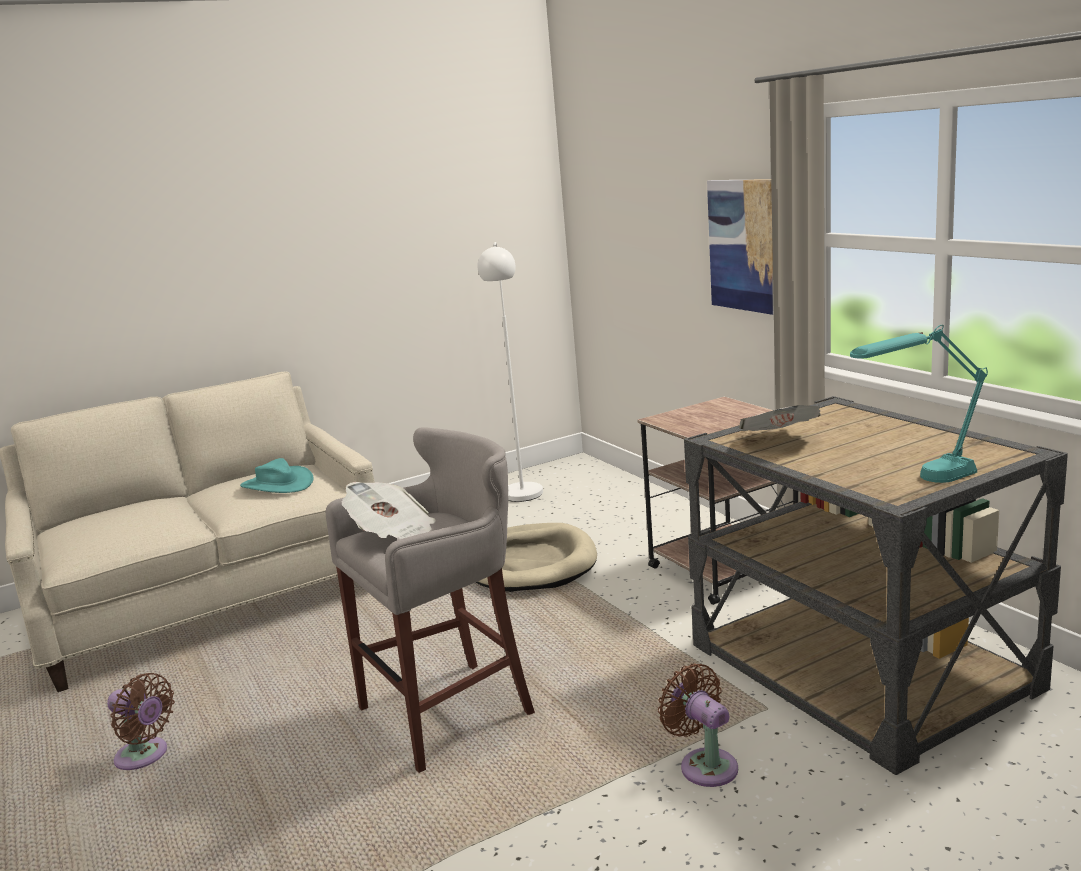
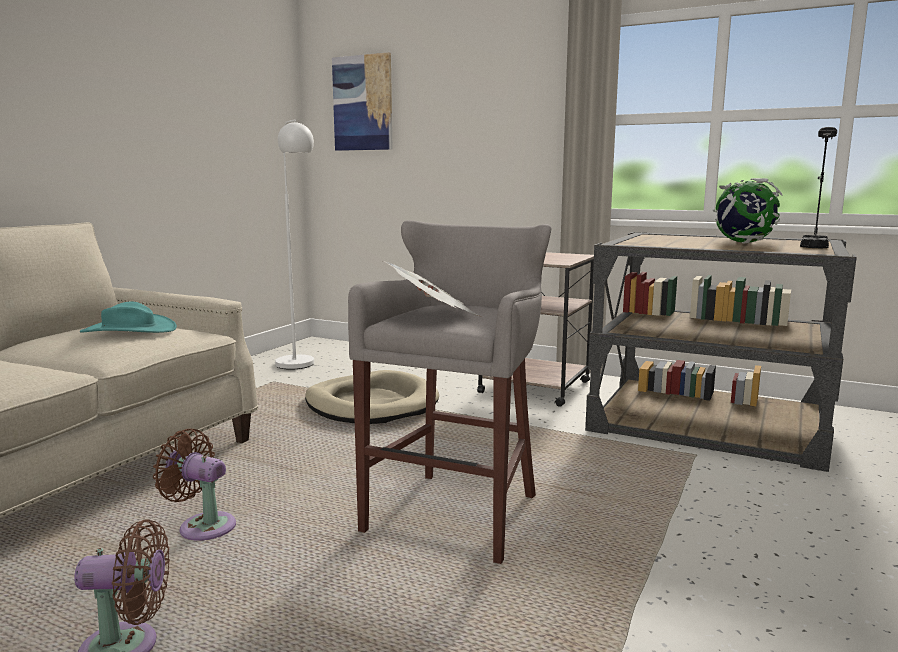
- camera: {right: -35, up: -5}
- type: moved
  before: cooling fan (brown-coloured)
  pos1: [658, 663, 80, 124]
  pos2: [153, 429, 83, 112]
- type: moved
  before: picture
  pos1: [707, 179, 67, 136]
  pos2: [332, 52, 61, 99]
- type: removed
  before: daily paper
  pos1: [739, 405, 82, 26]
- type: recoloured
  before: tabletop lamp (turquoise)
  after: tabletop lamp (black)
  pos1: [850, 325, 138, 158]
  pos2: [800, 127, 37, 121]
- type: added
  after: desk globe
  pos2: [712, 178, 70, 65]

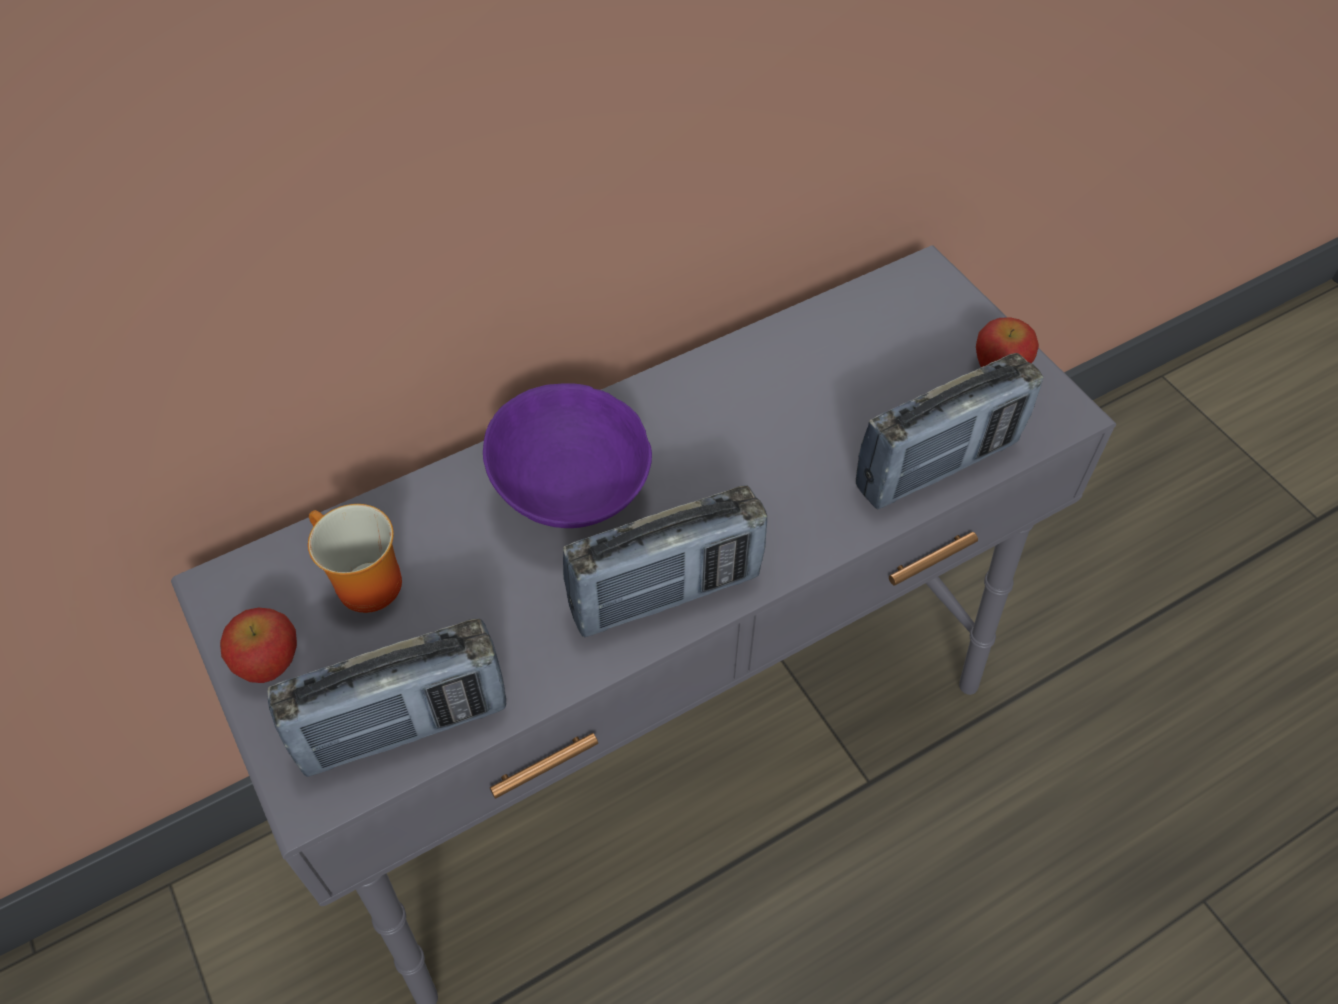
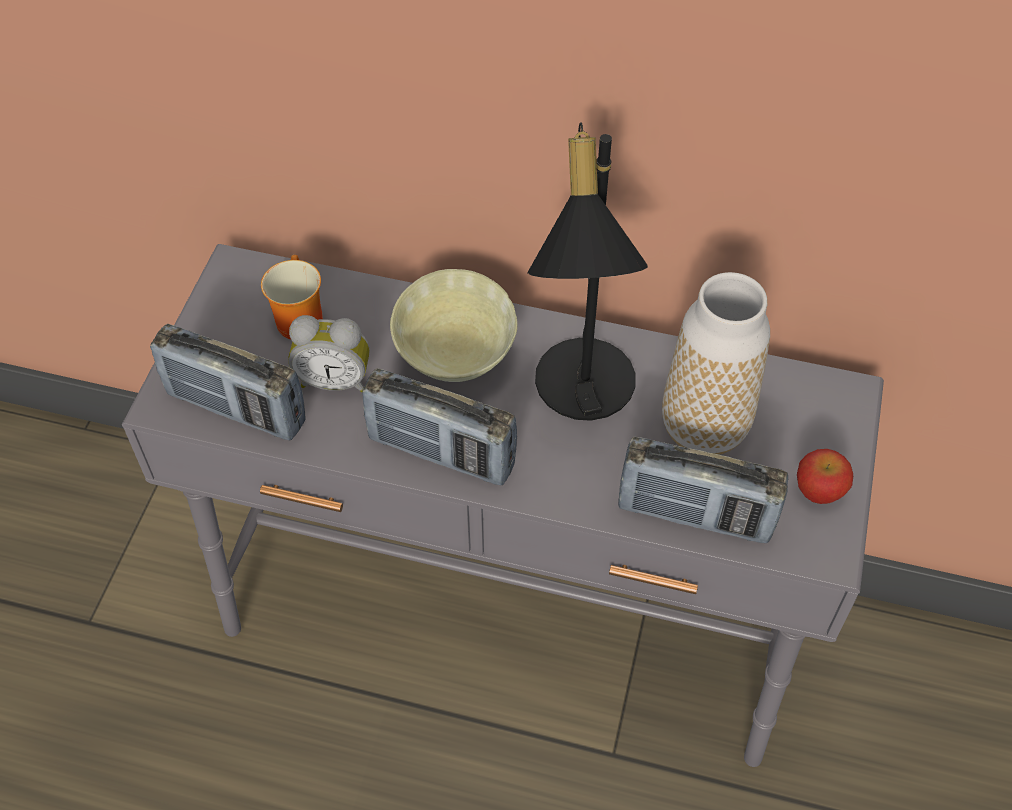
- camera: {right: 45, up: 0}
- type: removed
  before: apple
  pos1: [220, 608, 77, 75]
- type: recoloured
  before: serving bowl (purple)
  after: serving bowl (beige)
  pos1: [483, 383, 169, 145]
  pos2: [390, 269, 127, 113]
- type: added
  after: table clock
  pos2: [289, 315, 80, 77]
- type: added
  after: tabletop lamp (black)
  pos2: [528, 122, 120, 299]
- type: added
  after: flower vase
  pos2: [662, 272, 108, 183]

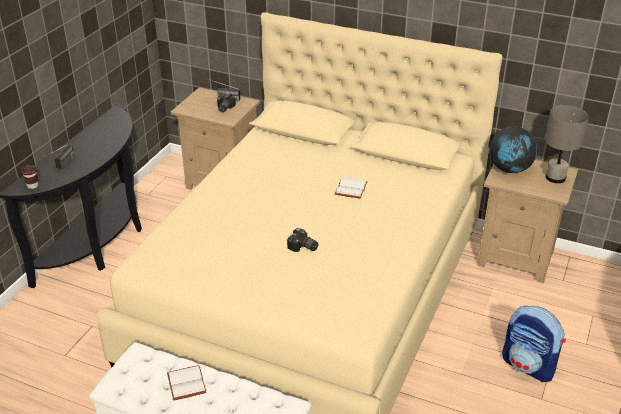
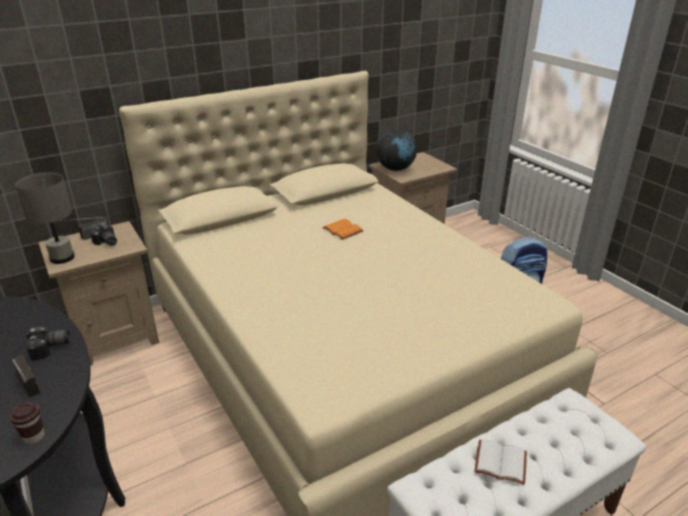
- camera: {right: -55, up: -5}
- type: moved
  before: photo camera
  pos1: [287, 228, 32, 24]
  pos2: [26, 327, 45, 33]
- type: recoloured
  before: volume (white-coloured)
  after: volume (orange)
  pos1: [335, 177, 33, 22]
  pos2: [322, 219, 42, 21]
- type: moved
  before: tabletop lamp (gray)
  pos1: [545, 105, 44, 78]
  pos2: [15, 172, 60, 92]

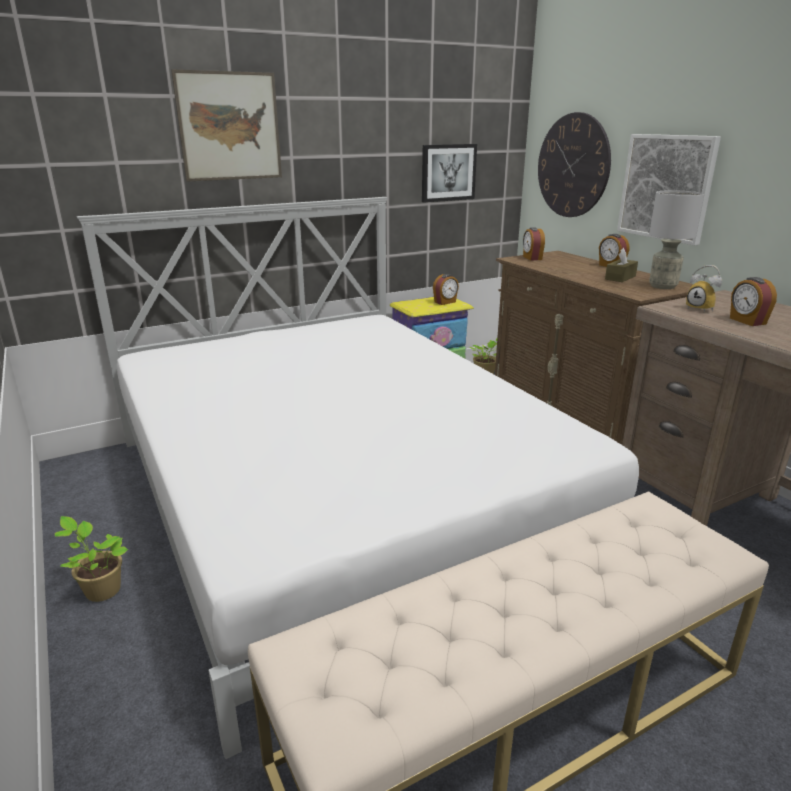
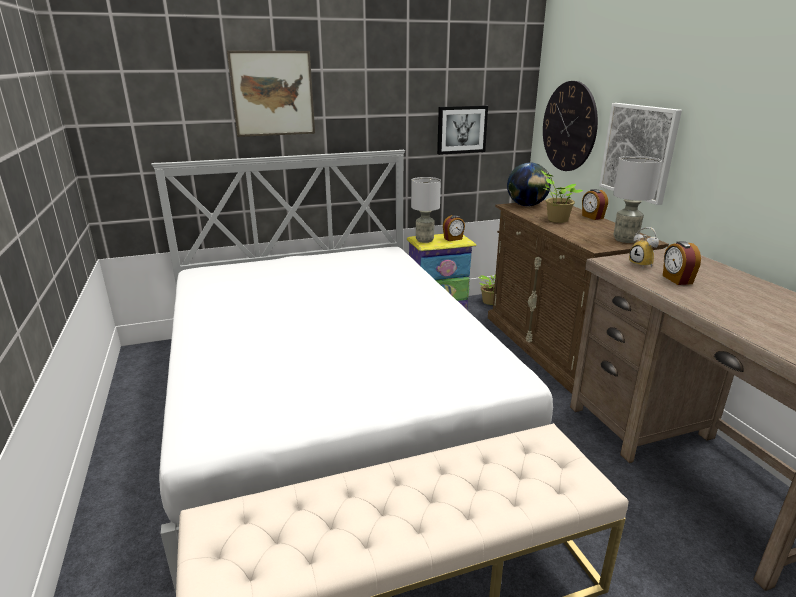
- camera: {right: 10, up: 0}
- type: moved
  before: potted plant
  pos1: [55, 516, 73, 86]
  pos2: [541, 171, 42, 52]
- type: replaced
  before: table clock
  after: desk globe
  pos1: [523, 227, 22, 34]
  pos2: [507, 162, 44, 45]
- type: removed
  before: tissue box (brown-coloured)
  pos1: [605, 248, 33, 34]
- type: added
  after: tabletop lamp (gray)
  pos2: [411, 177, 30, 66]

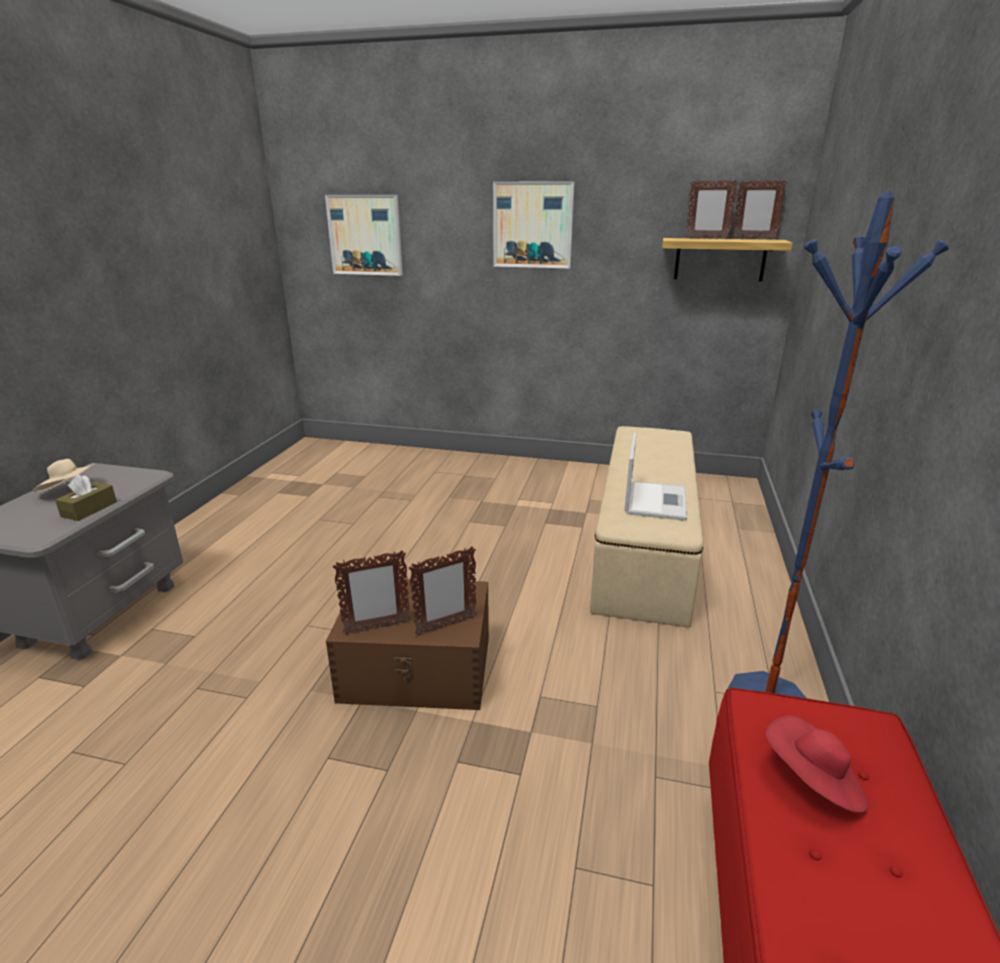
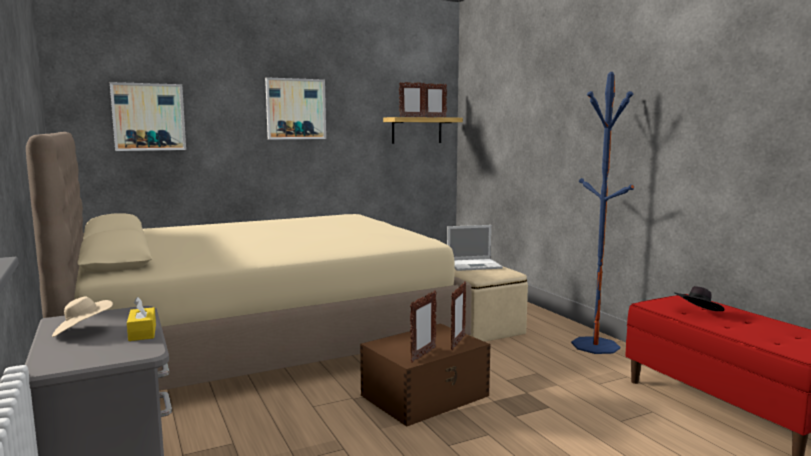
- camera: {right: -40, up: -15}
- type: recoloured
  before: tissue box (brown-coloured)
  after: tissue box (yellow)
  pos1: [55, 474, 62, 47]
  pos2: [127, 297, 29, 44]
- type: turned
  before: laptop
  pos1: [624, 433, 63, 88]
  pos2: [447, 225, 56, 46]
  turn: 105
- type: recoloured
  before: wearable hat (red)
  after: wearable hat (black)
  pos1: [765, 716, 104, 97]
  pos2: [674, 286, 51, 25]
- type: added
  after: bedroom bed (beige)
  pos2: [26, 132, 445, 259]

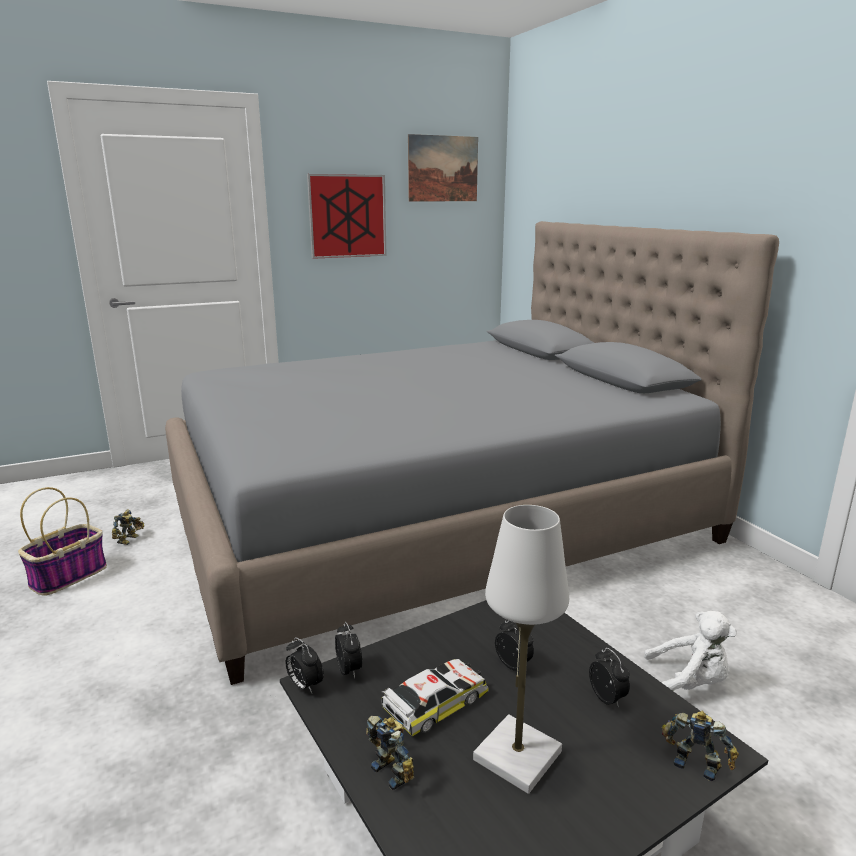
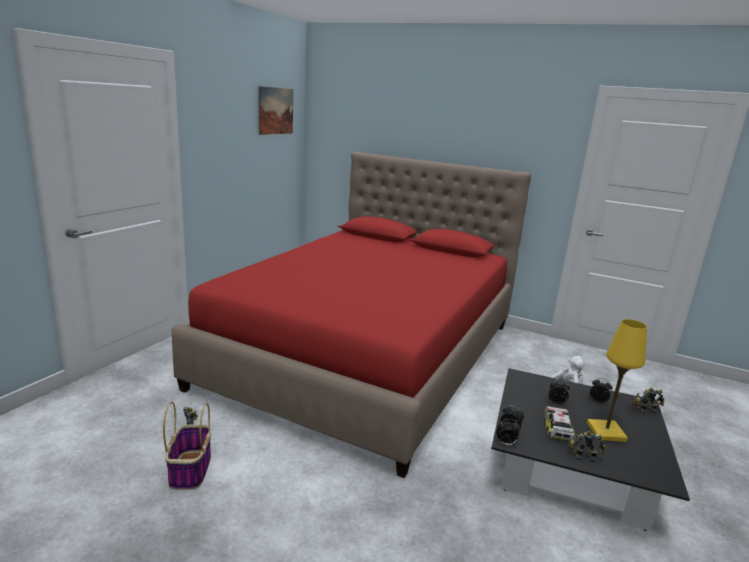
- camera: {right: -40, up: 0}
- type: recoloured
  before: bedroom bed (gray)
  after: bedroom bed (red)
  pos1: [165, 221, 614, 464]
  pos2: [172, 152, 359, 326]
- type: removed
  before: picture
  pos1: [307, 174, 80, 85]
- type: recoloured
  before: tabletop lamp (white-coloured)
  after: tabletop lamp (yellow)
  pos1: [473, 505, 96, 289]
  pos2: [587, 319, 60, 123]

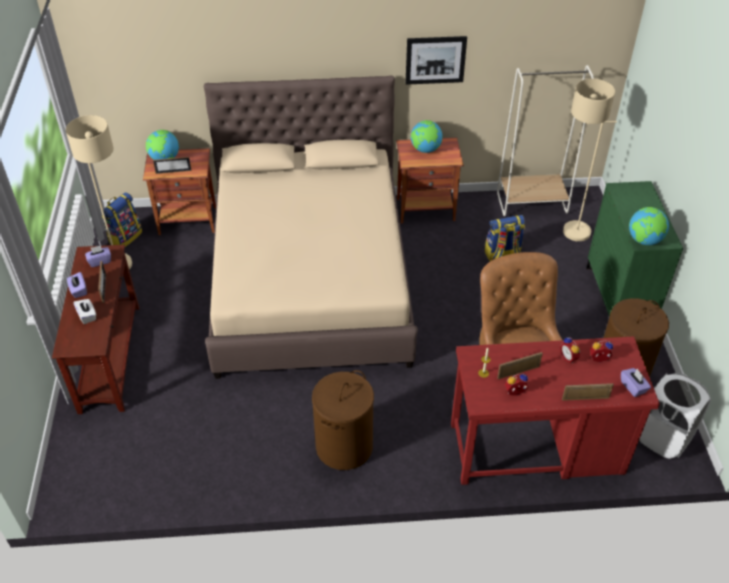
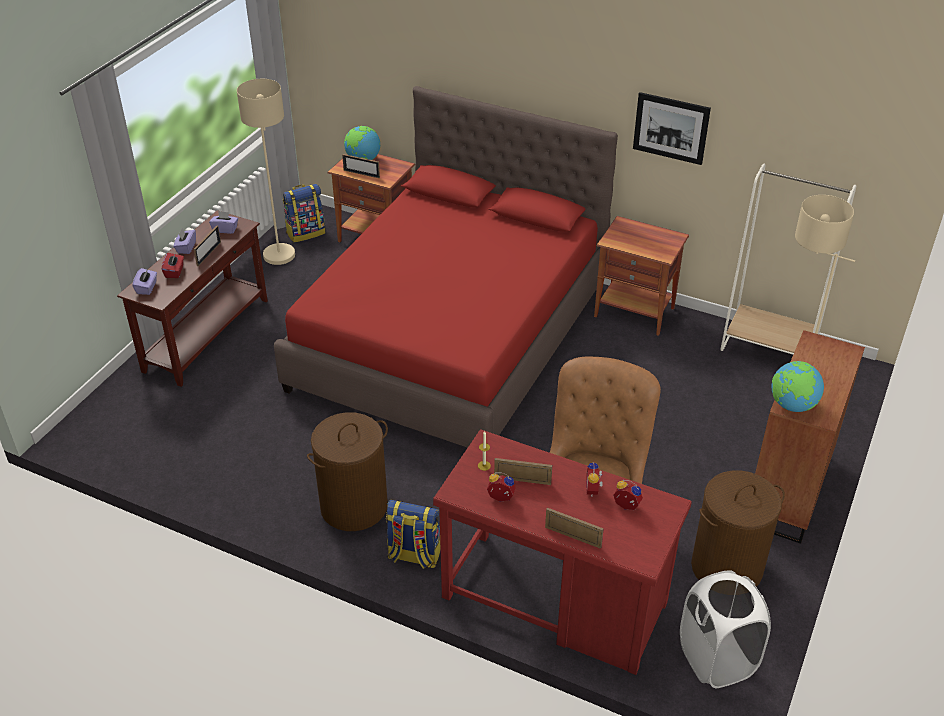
- camera: {right: 30, up: -5}
- type: recoloured
  before: tissue box (white-coloured)
  after: tissue box (red)
  pos1: [73, 299, 23, 25]
  pos2: [162, 252, 22, 26]
- type: recoloured
  before: bedroom bed (beige)
  after: bedroom bed (red)
  pos1: [204, 75, 214, 304]
  pos2: [274, 86, 344, 362]
- type: removed
  before: desk globe
  pos1: [411, 120, 32, 33]
- type: moved
  before: rucksack
  pos1: [485, 215, 40, 46]
  pos2: [386, 500, 55, 69]
- type: recoloured
  before: dresser (green-coloured)
  after: dresser (brown-coloured)
  pos1: [586, 181, 97, 136]
  pos2: [755, 330, 110, 214]
- type: moved
  before: tissue box (purple)
  pos1: [621, 368, 30, 29]
  pos2: [132, 268, 25, 27]

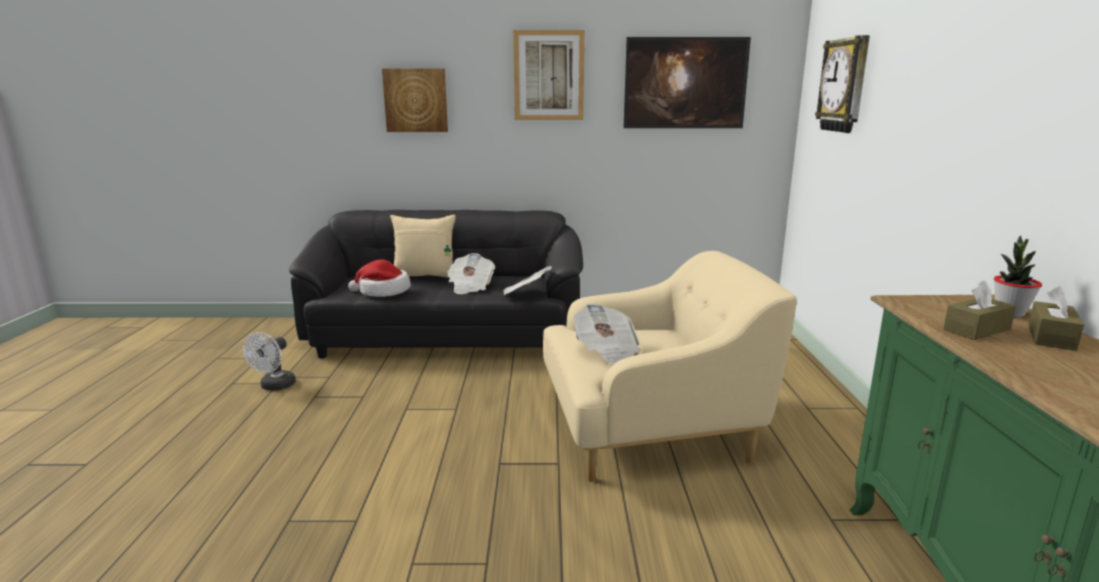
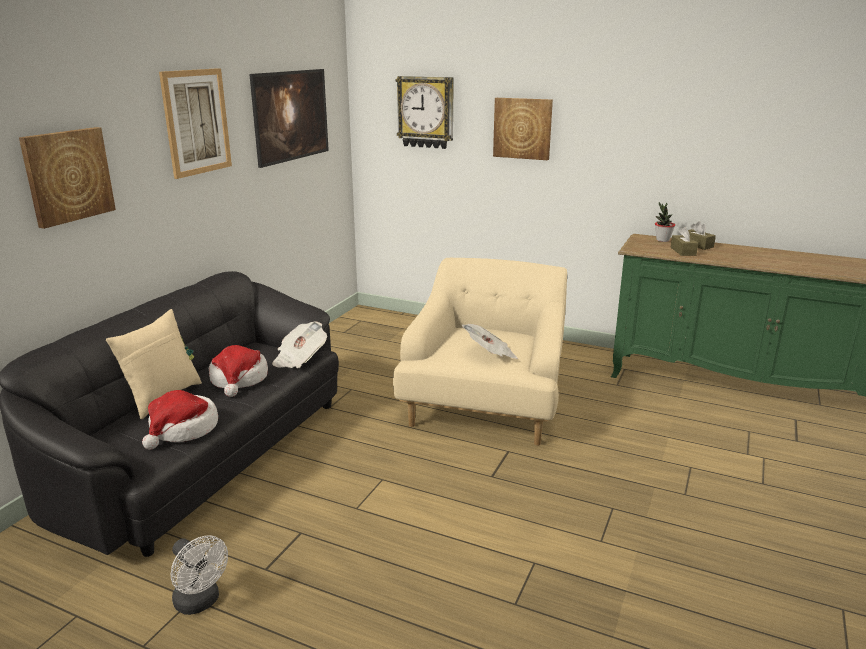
- camera: {right: -65, up: 5}
- type: replaced
  before: daily paper
  after: wearable hat
  pos1: [447, 253, 48, 41]
  pos2: [209, 345, 59, 52]
- type: added
  after: picture
  pos2: [493, 98, 60, 62]

